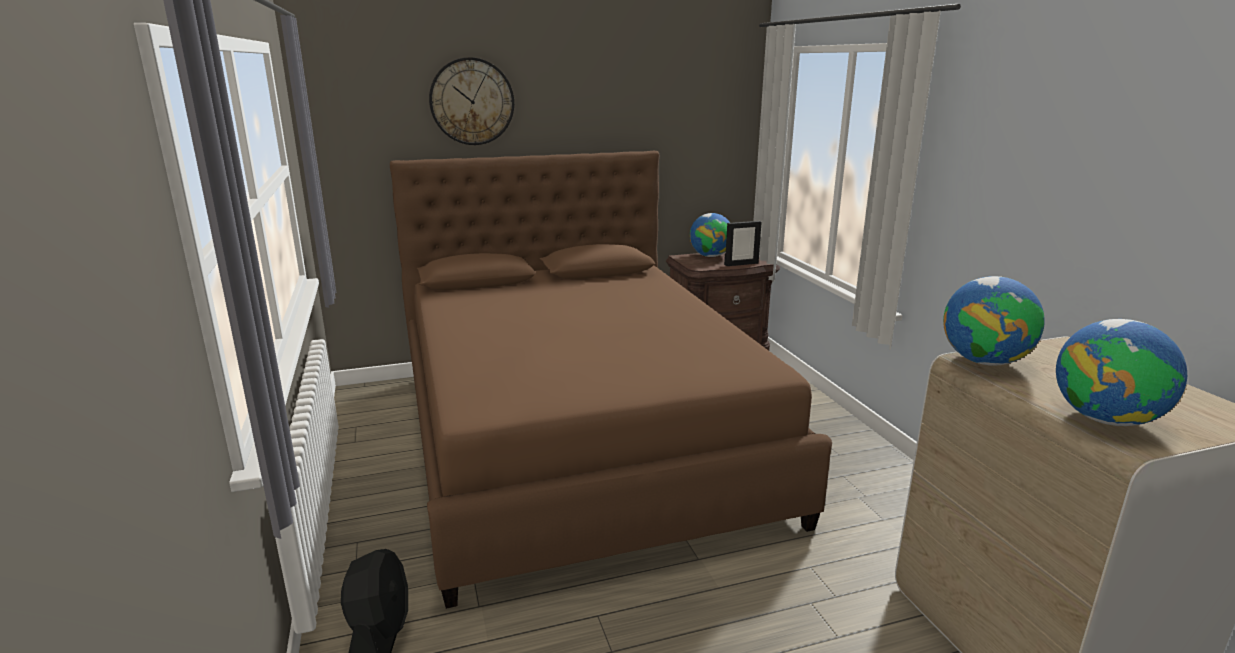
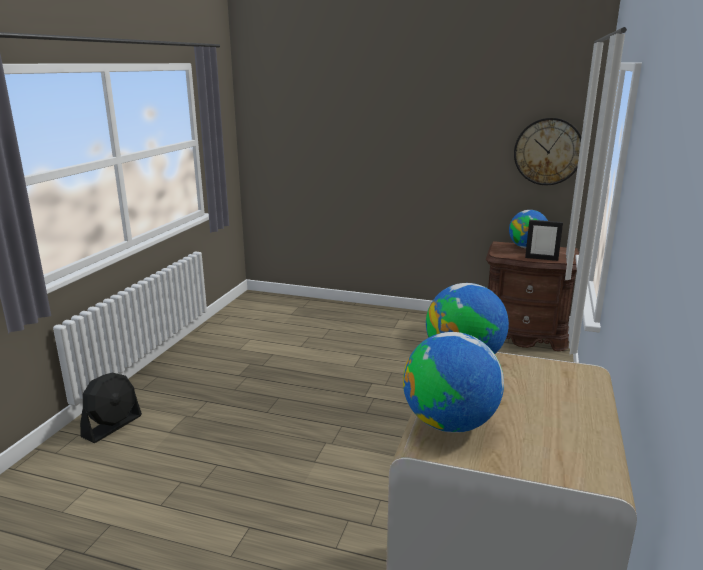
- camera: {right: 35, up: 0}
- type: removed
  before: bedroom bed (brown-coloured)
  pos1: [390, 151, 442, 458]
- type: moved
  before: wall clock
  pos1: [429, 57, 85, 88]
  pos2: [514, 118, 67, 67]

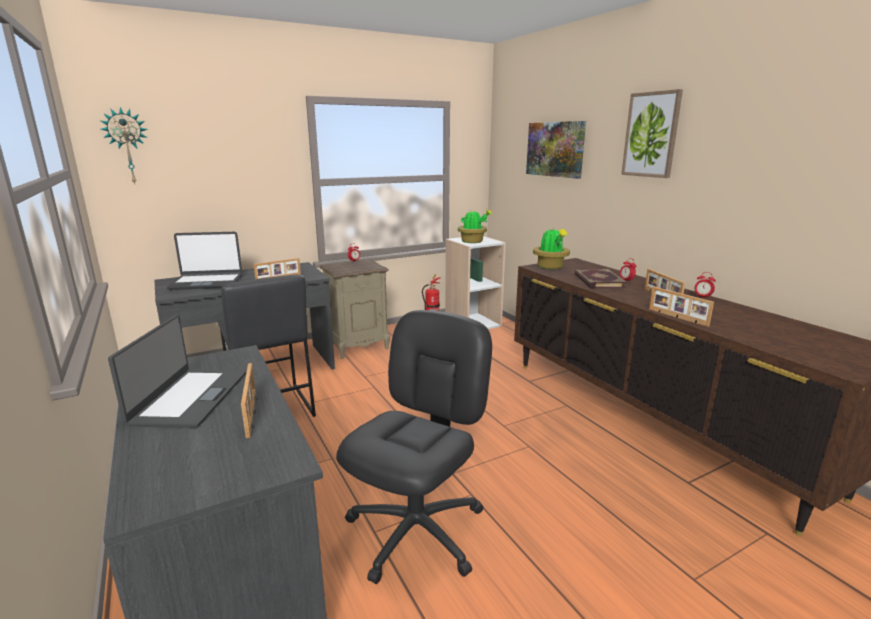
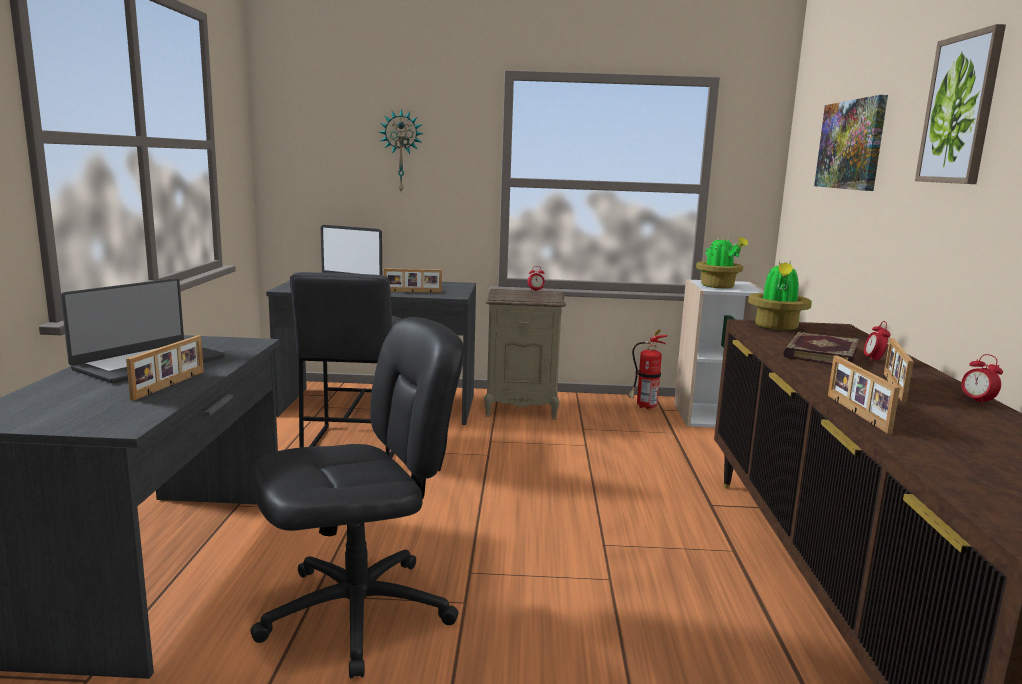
- camera: {right: 30, up: -5}
- type: moved
  before: wall clock
  pos1: [100, 107, 48, 77]
  pos2: [379, 109, 45, 83]

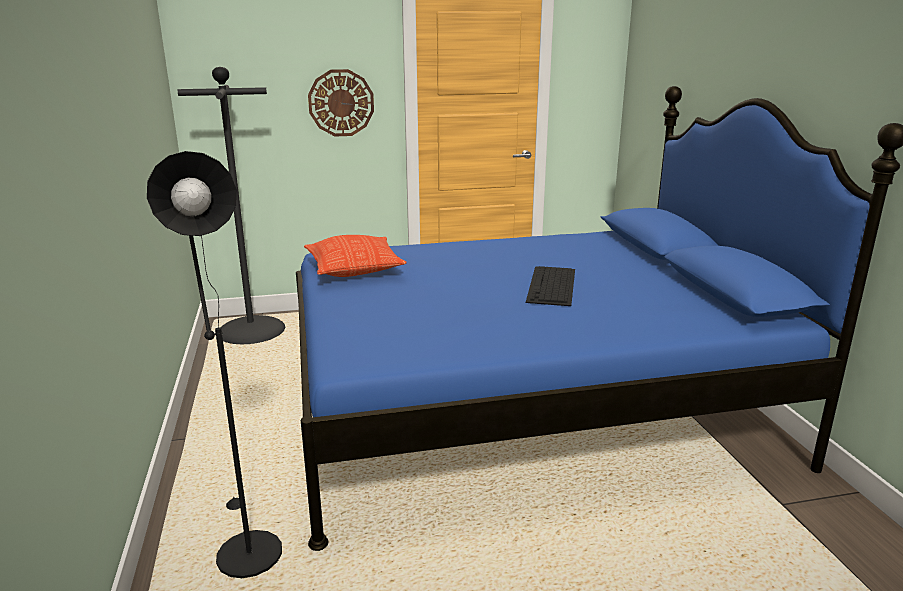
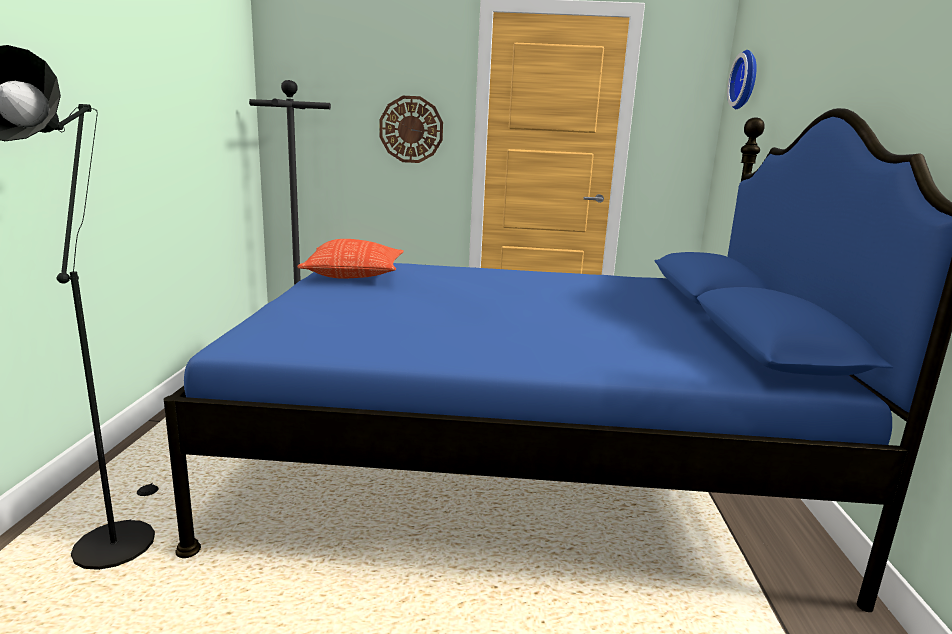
- camera: {right: 15, up: -5}
- type: removed
  before: computer keyboard
  pos1: [526, 266, 49, 40]
- type: added
  after: wall clock
  pos2: [727, 50, 30, 59]

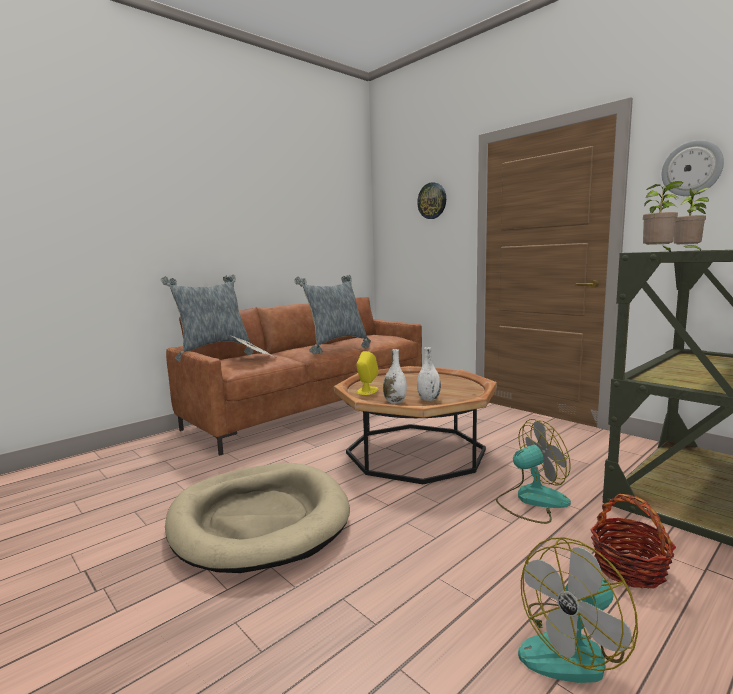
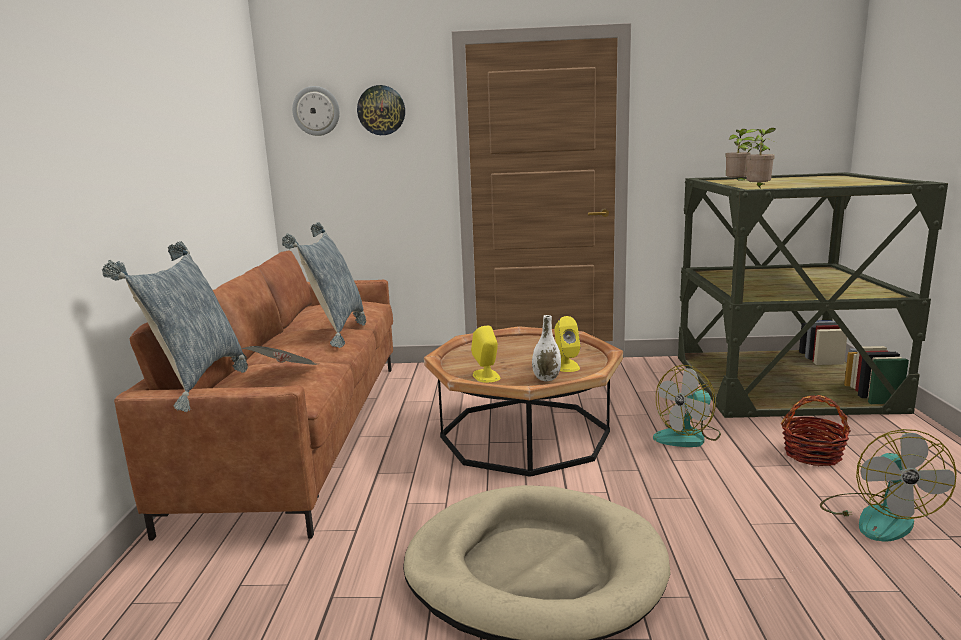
- camera: {right: -45, up: 5}
- type: replaced
  before: flower vase (white-coloured)
  after: loudspeaker (yellow)
  pos1: [417, 347, 24, 54]
  pos2: [555, 316, 25, 56]
- type: turned
  before: cooling fan
  pos1: [496, 419, 75, 105]
  pos2: [653, 365, 68, 82]
  turn: -150
- type: moved
  before: wall clock
  pos1: [662, 140, 62, 56]
  pos2: [292, 86, 48, 50]

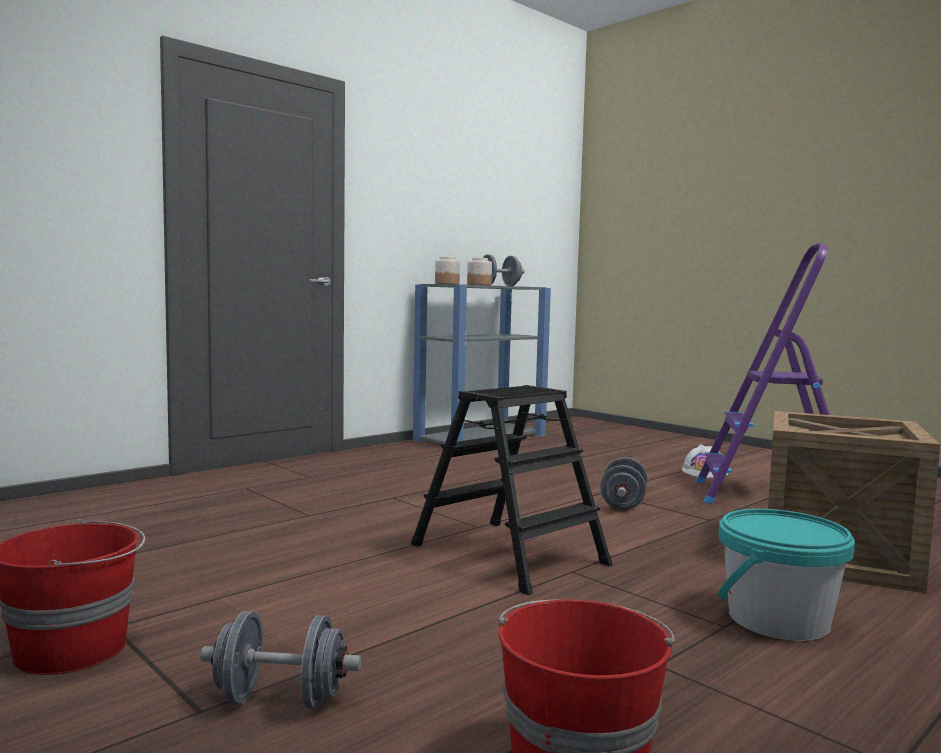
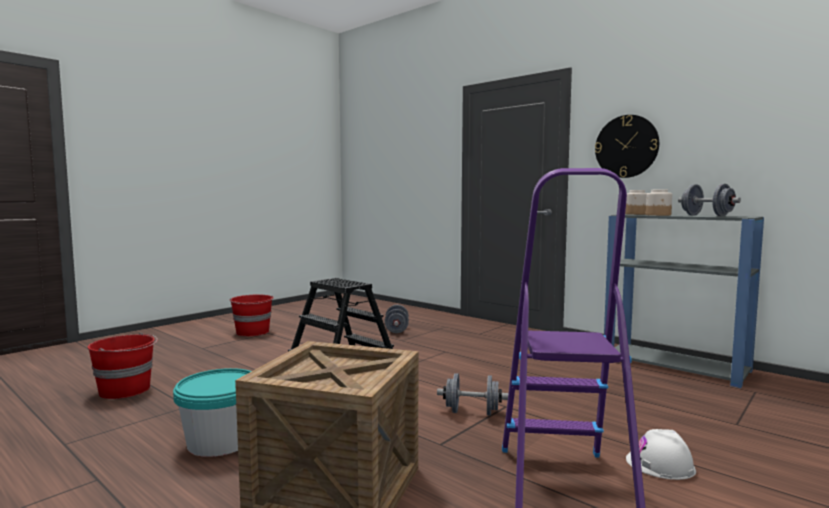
- camera: {right: 85, up: 0}
- type: moved
  before: dumbbell (gray)
  pos1: [200, 611, 161, 97]
  pos2: [385, 305, 24, 28]
- type: added
  after: wall clock
  pos2: [595, 115, 64, 63]

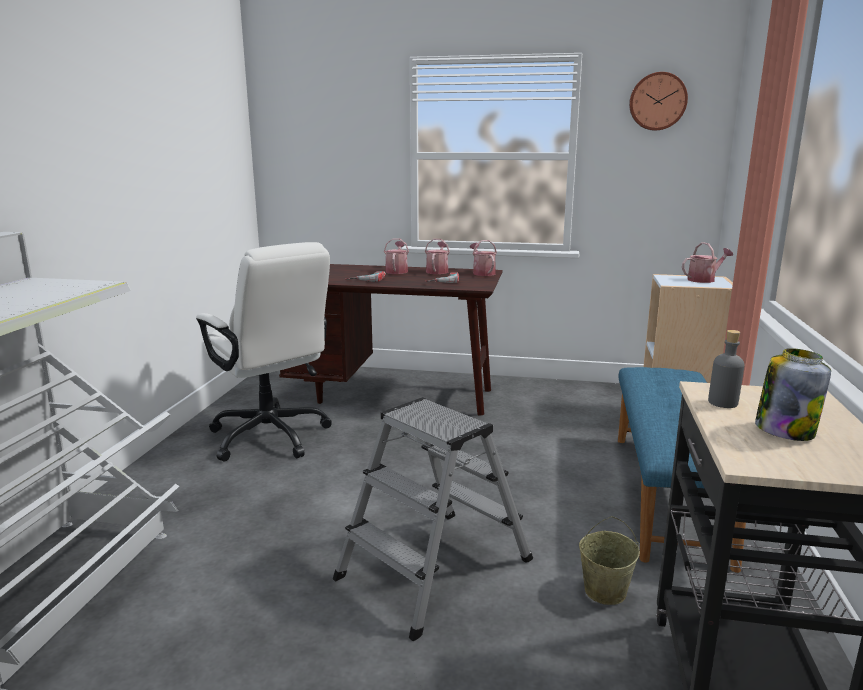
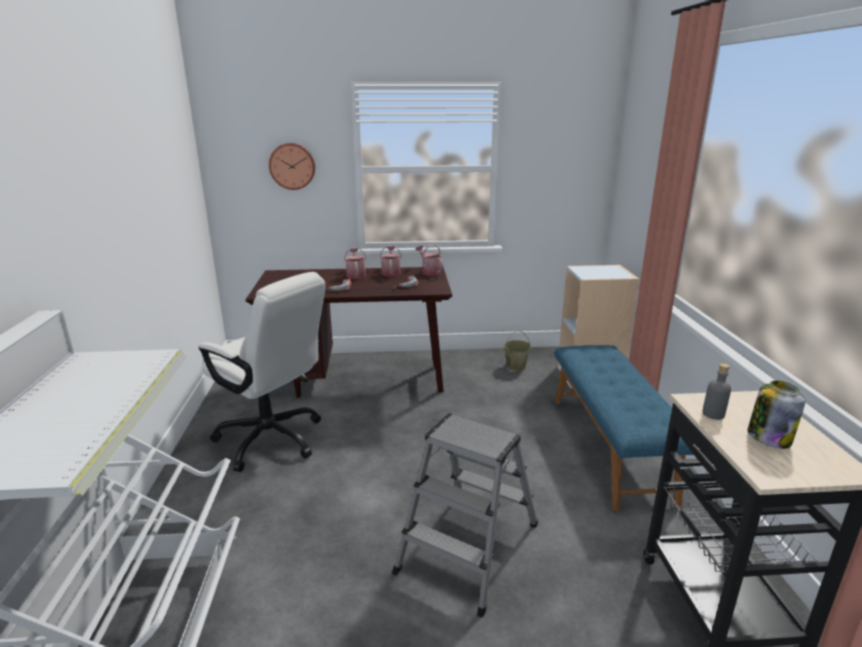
- camera: {right: -15, up: 5}
- type: moved
  before: pail (beige)
  pos1: [579, 516, 61, 89]
  pos2: [504, 330, 27, 41]
- type: moved
  before: wall clock
  pos1: [629, 72, 59, 59]
  pos2: [269, 143, 46, 47]
- type: removed
  before: watering can
  pos1: [682, 242, 51, 41]

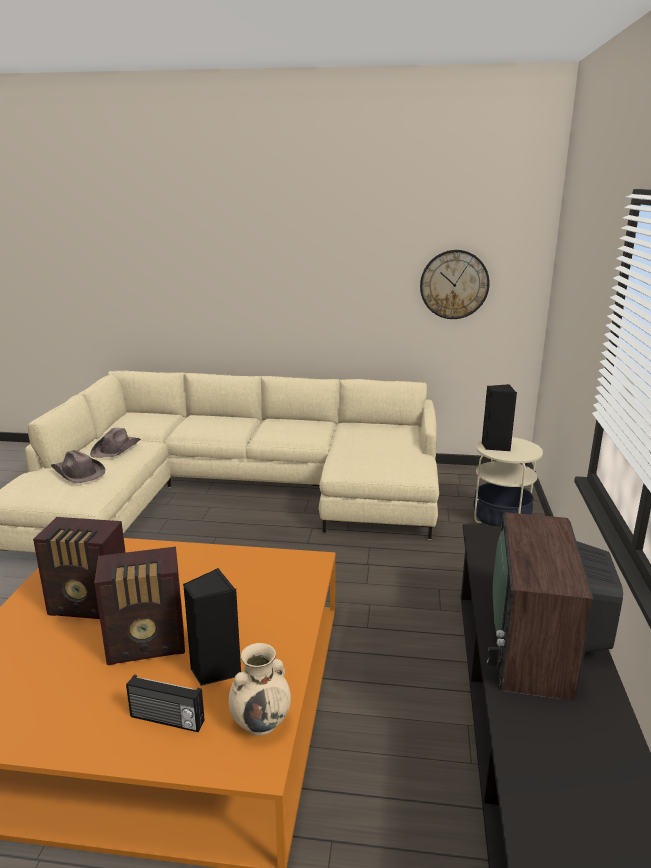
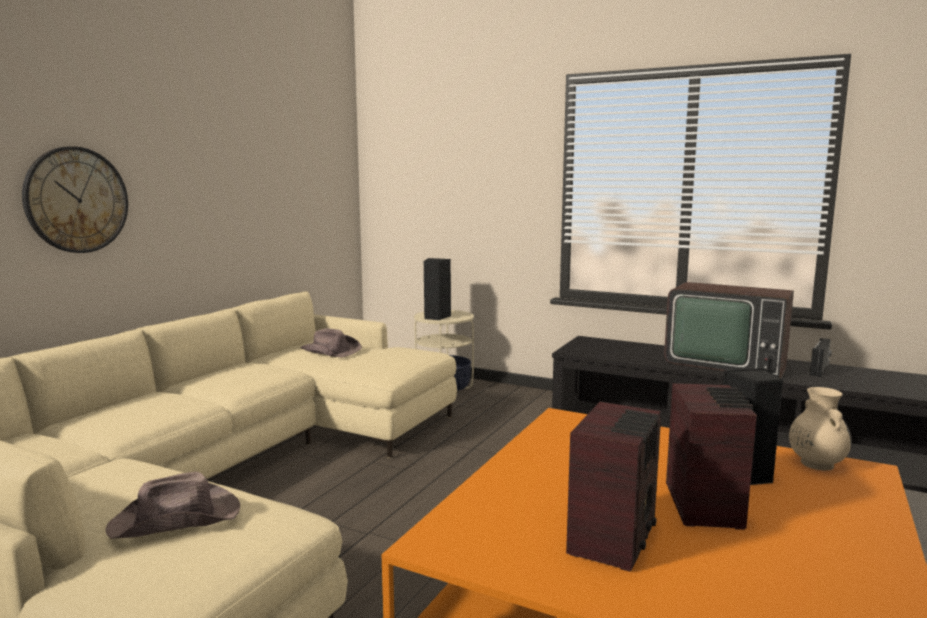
- camera: {right: -70, up: -10}
- type: moved
  before: wearable hat (brown-coloured)
  pos1: [90, 428, 51, 30]
  pos2: [301, 328, 61, 30]
- type: moved
  before: radio
  pos1: [126, 674, 79, 58]
  pos2: [810, 338, 22, 39]
- type: moved
  before: wall clock
  pos1: [420, 250, 70, 69]
  pos2: [22, 146, 106, 107]

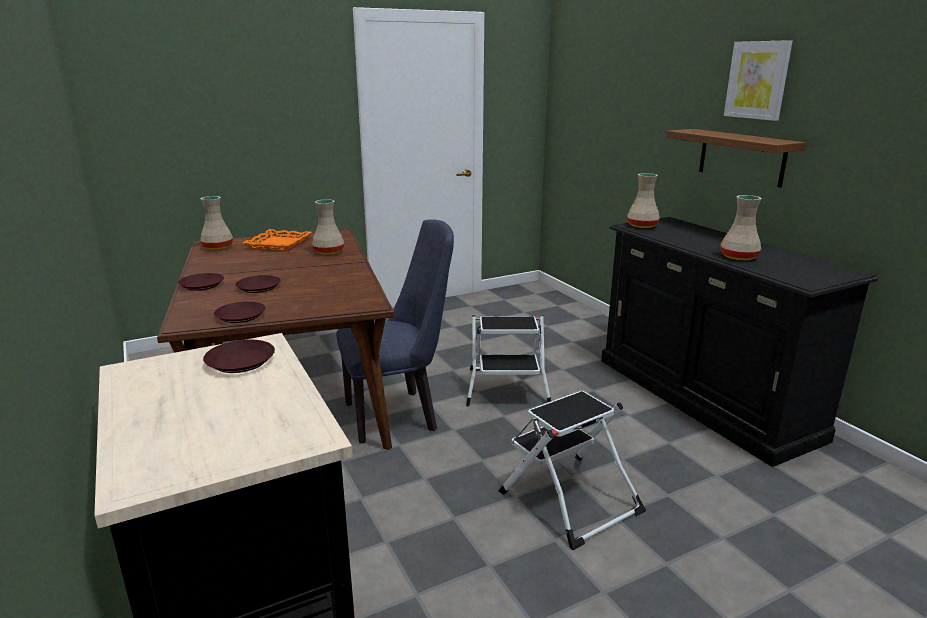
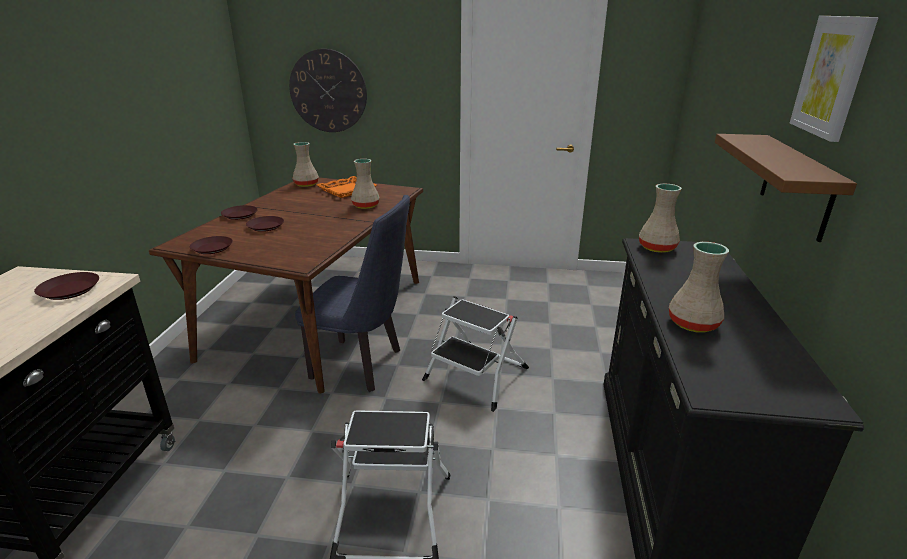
- camera: {right: 35, up: 5}
- type: added
  after: wall clock
  pos2: [289, 49, 78, 83]

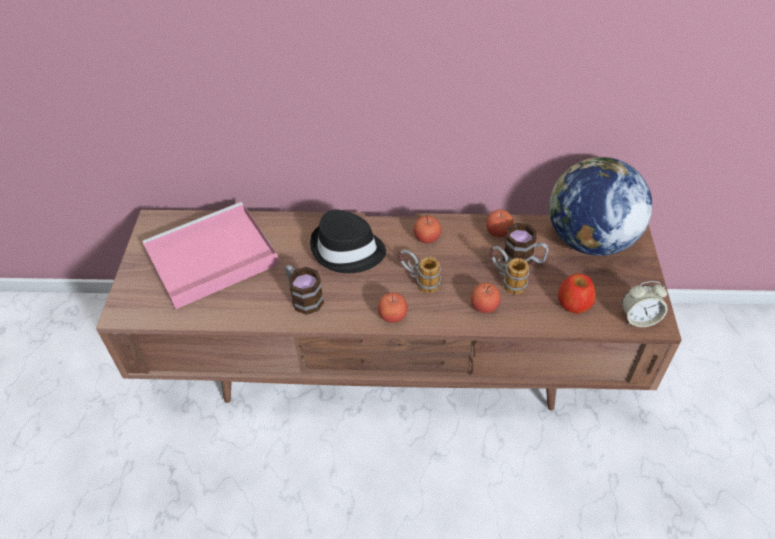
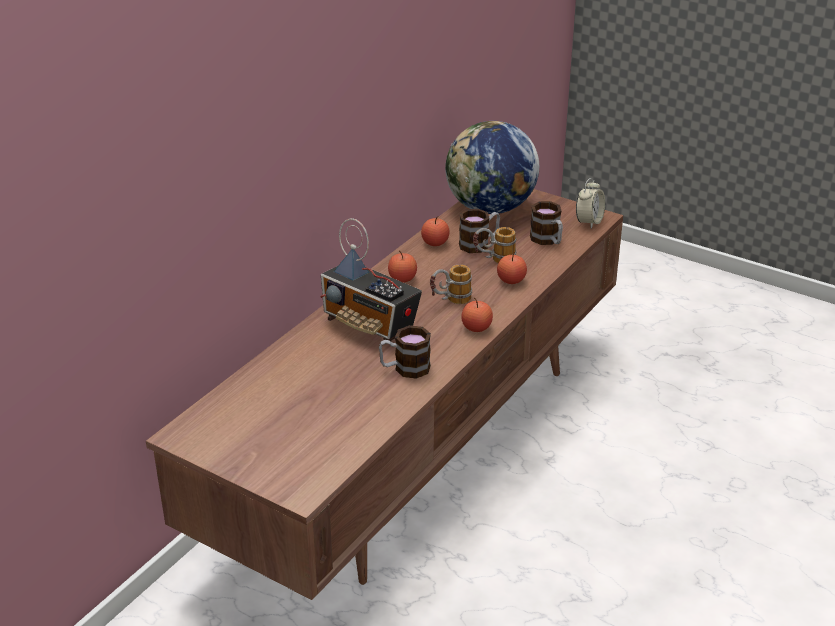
- camera: {right: -60, up: -15}
- type: removed
  before: carrying tray (pinkish)
  pos1: [142, 202, 137, 107]
- type: replaced
  before: wearable hat (black)
  after: radio
  pos1: [310, 209, 76, 64]
  pos2: [321, 218, 101, 123]
- type: replaced
  before: apple
  after: coffee mug
  pos1: [558, 273, 38, 41]
  pos2: [530, 201, 33, 44]

